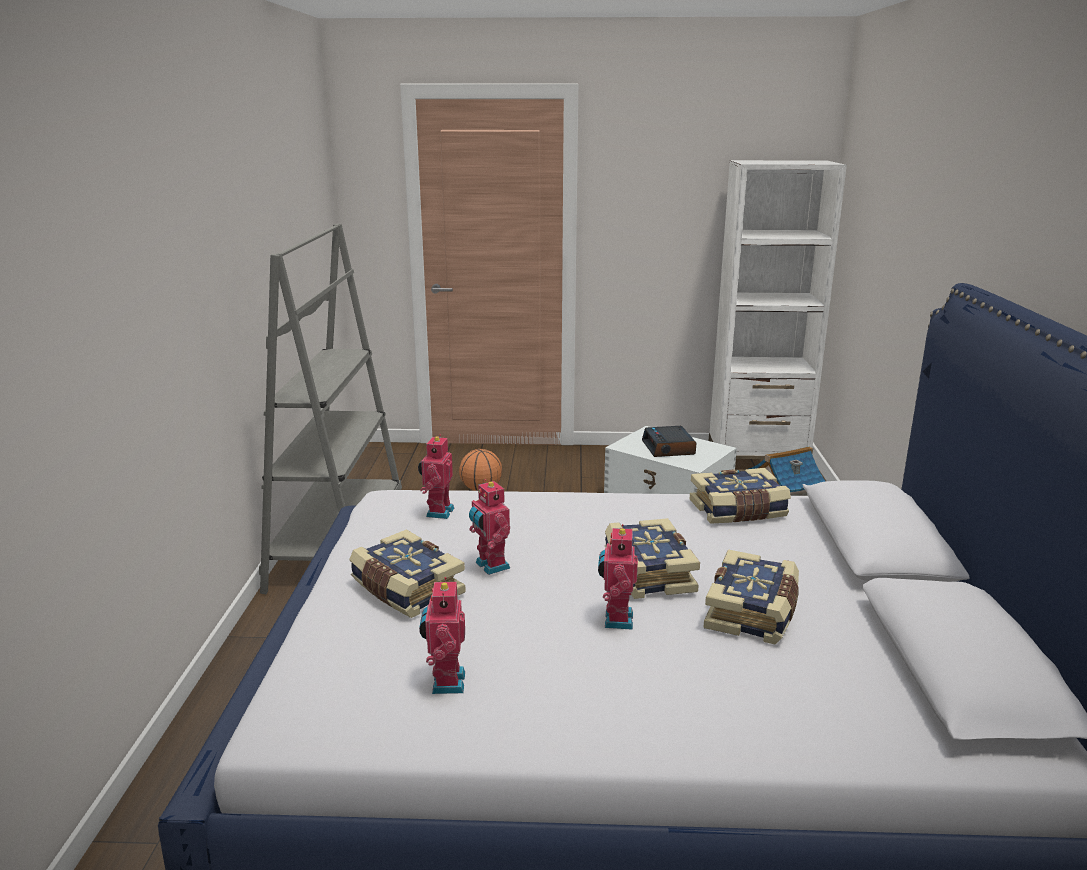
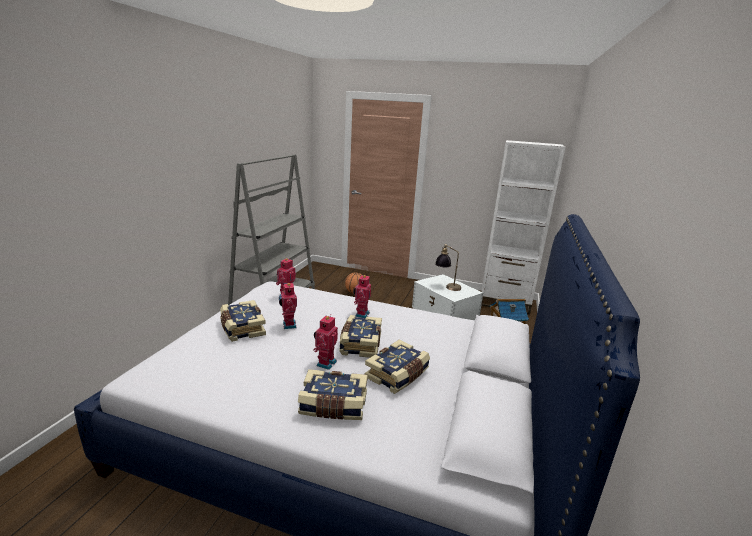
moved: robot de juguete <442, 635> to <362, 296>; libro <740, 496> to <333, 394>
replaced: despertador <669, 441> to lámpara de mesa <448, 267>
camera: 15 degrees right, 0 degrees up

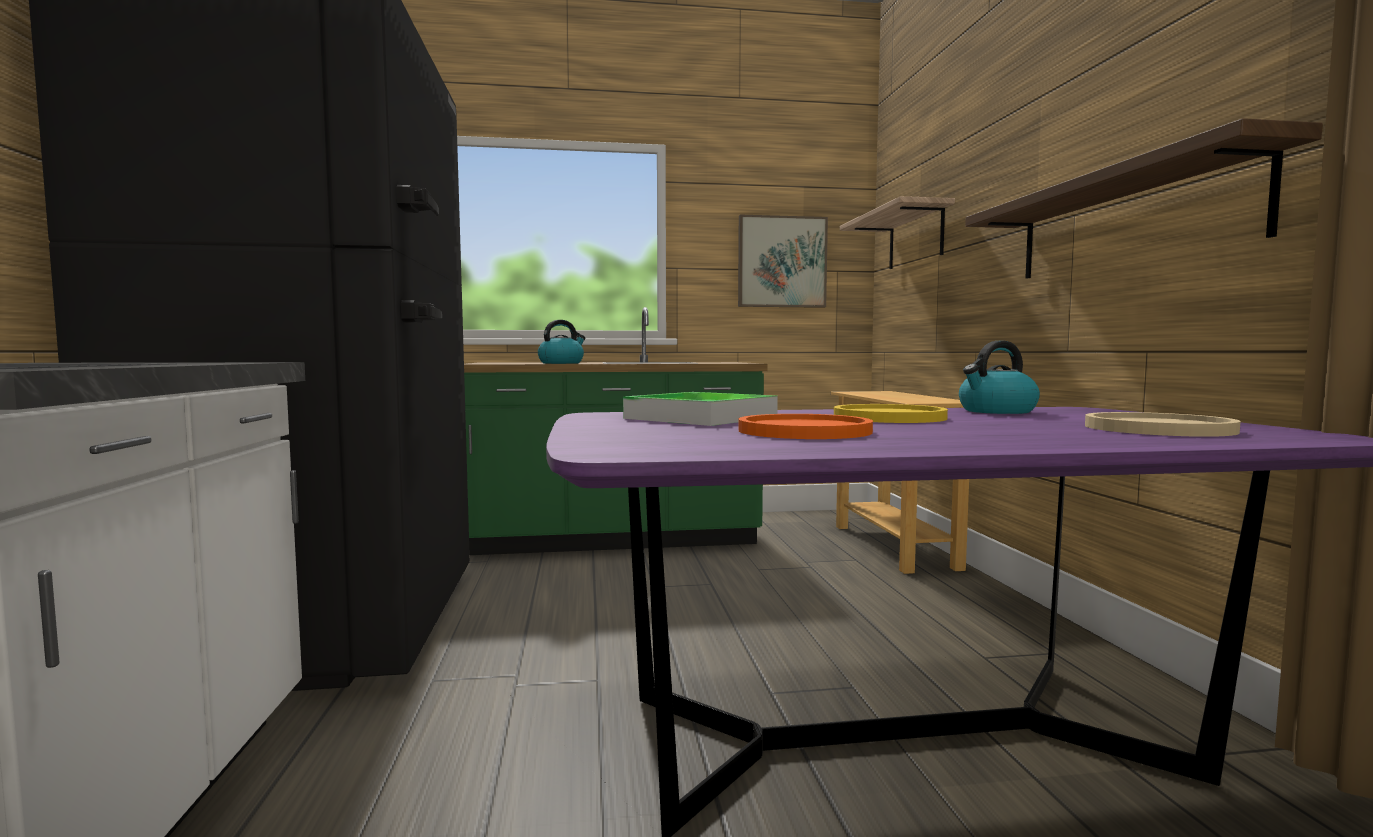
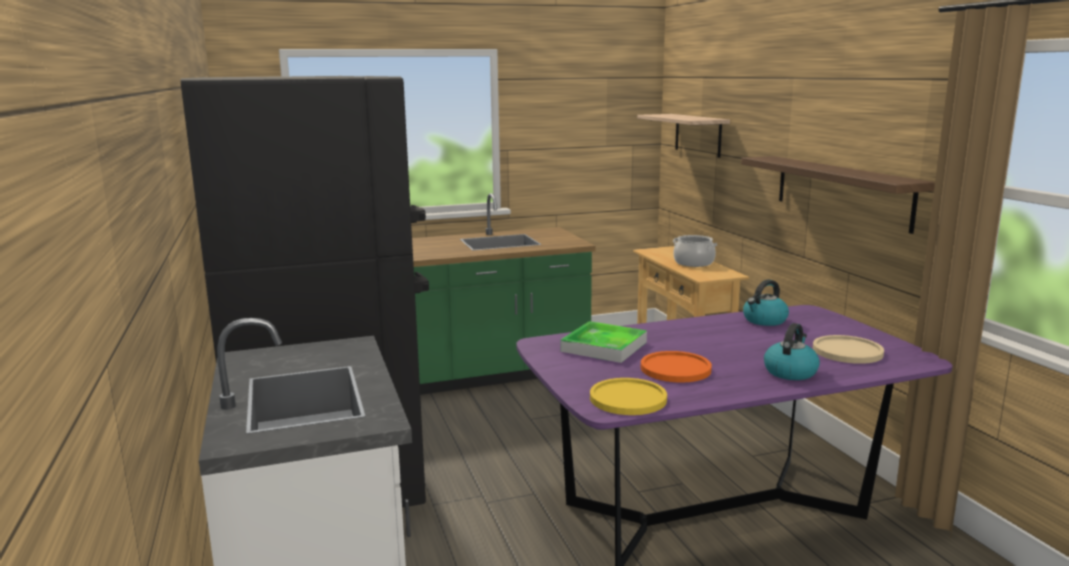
removed: cuadro <783, 261>
added: olla <695, 251>
moved: hervidor <561, 342> to <792, 351>; plato [amarillo] <891, 413> to <628, 396>
camera: 10 degrees left, 10 degrees up

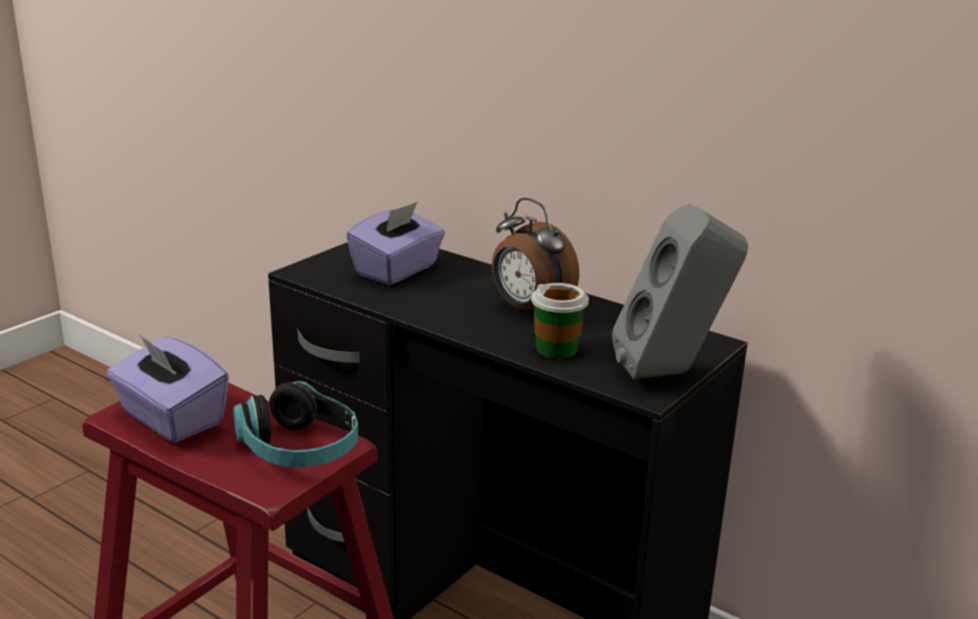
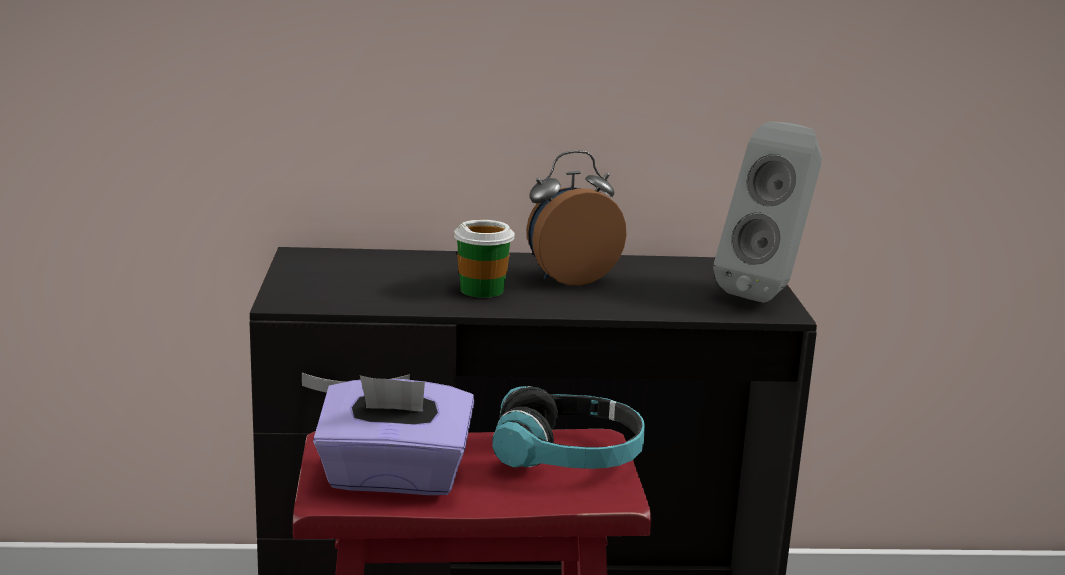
removed: caja de pañuelos [morado] <395, 243>
moved: taza <560, 321> to <484, 259>
turned: despertador <535, 254> = <576, 218> 150 degrees clockwise
camera: 40 degrees left, 5 degrees down

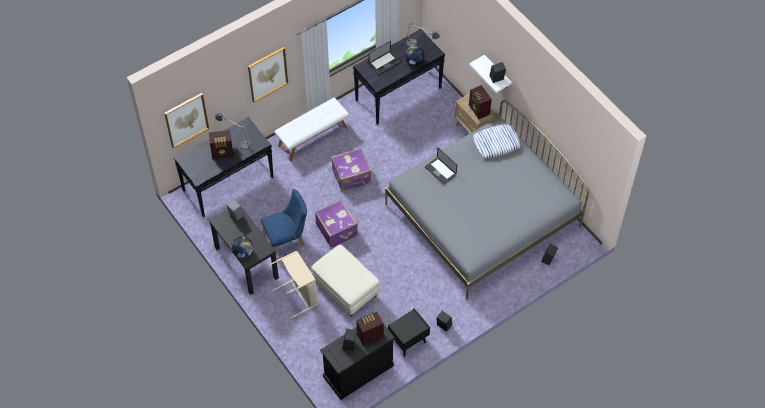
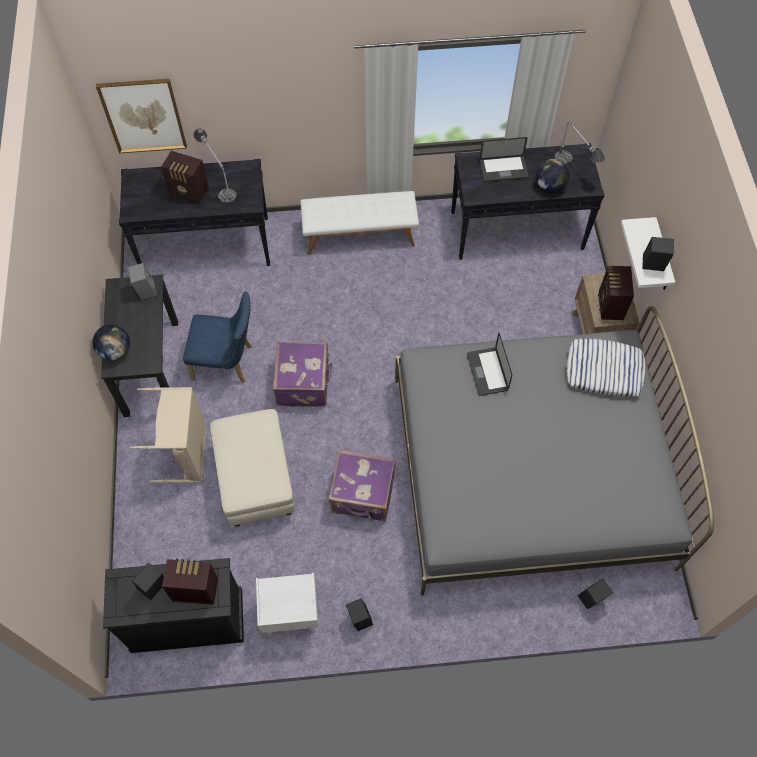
removed: cuadro <268, 74>
moved: maleta [morado] <351, 169> to <362, 485>
recoloured: mesita de noche [negro] <409, 332> to mesita de noche [blanco] <287, 604>
camera: 30 degrees right, 5 degrees up

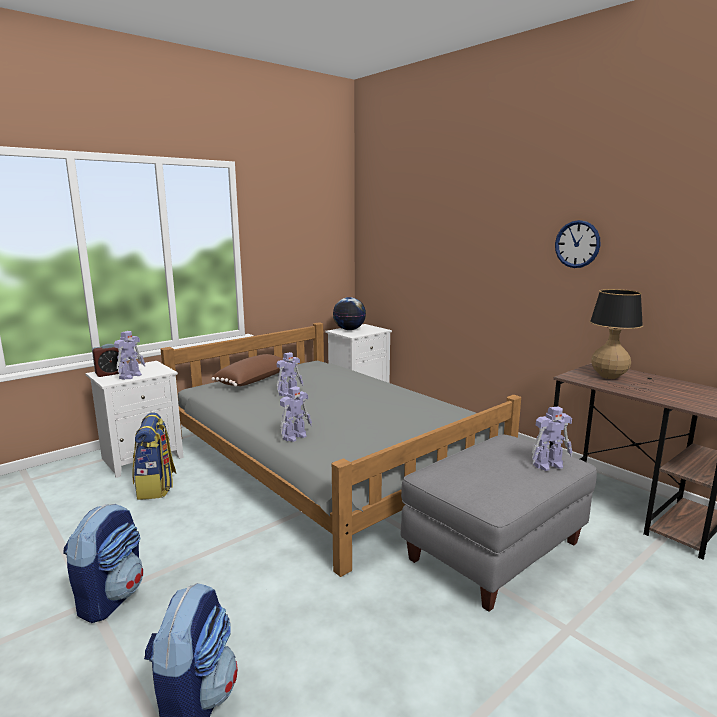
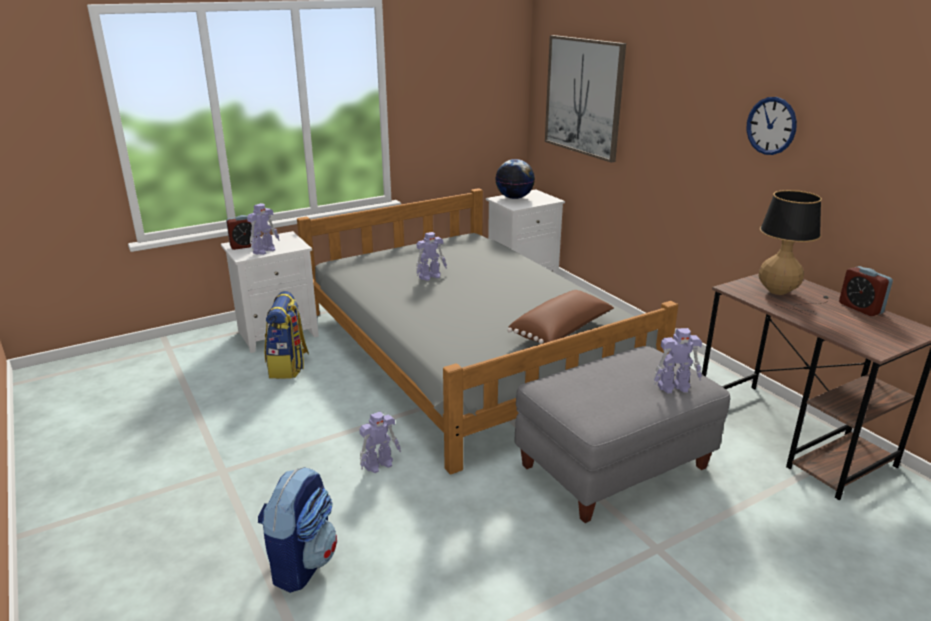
removed: mochila <103, 563>
added: cuadro <585, 99>; despertador <866, 291>
moved: cojín [marrón] <248, 370> to <560, 317>; robot de juguete <296, 414> to <380, 442>
camera: 10 degrees right, 10 degrees up

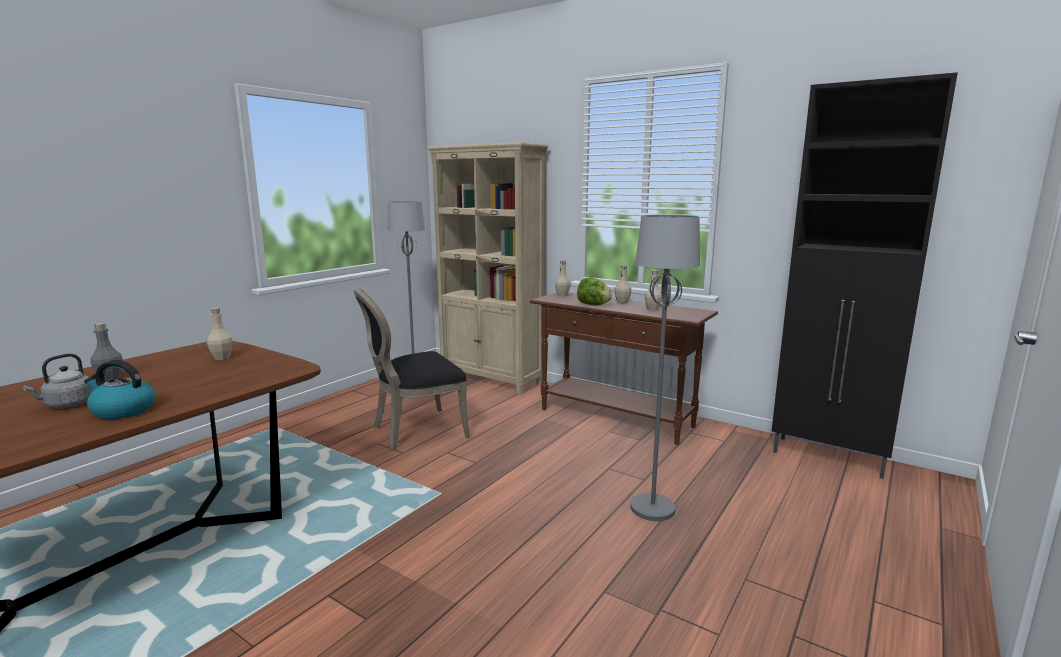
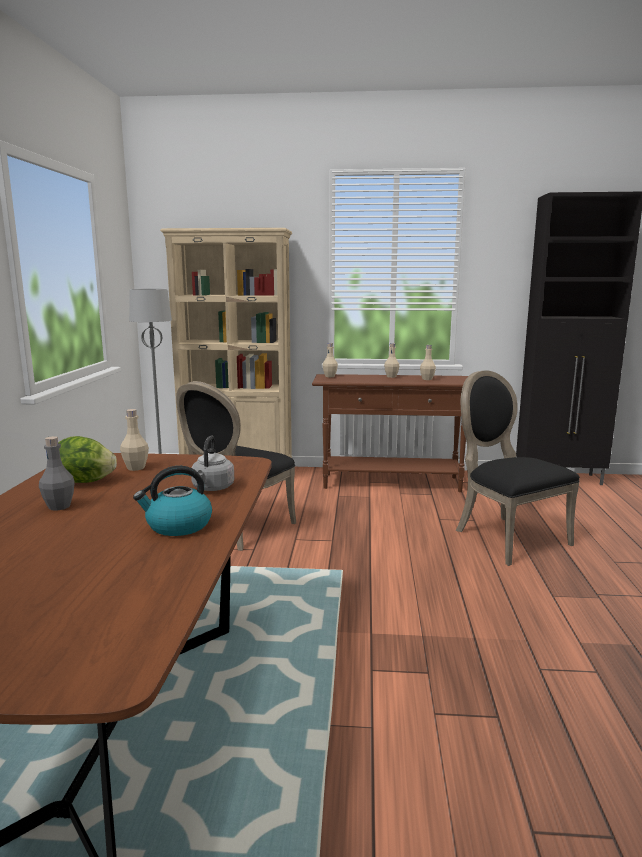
moved: hervidor [gris] <57, 381> to <212, 463>; lechuga <594, 291> to <88, 459>
replaced: lámpara de pie [gris] <665, 368> to silla [negro] <518, 468>
camera: 30 degrees left, 0 degrees up

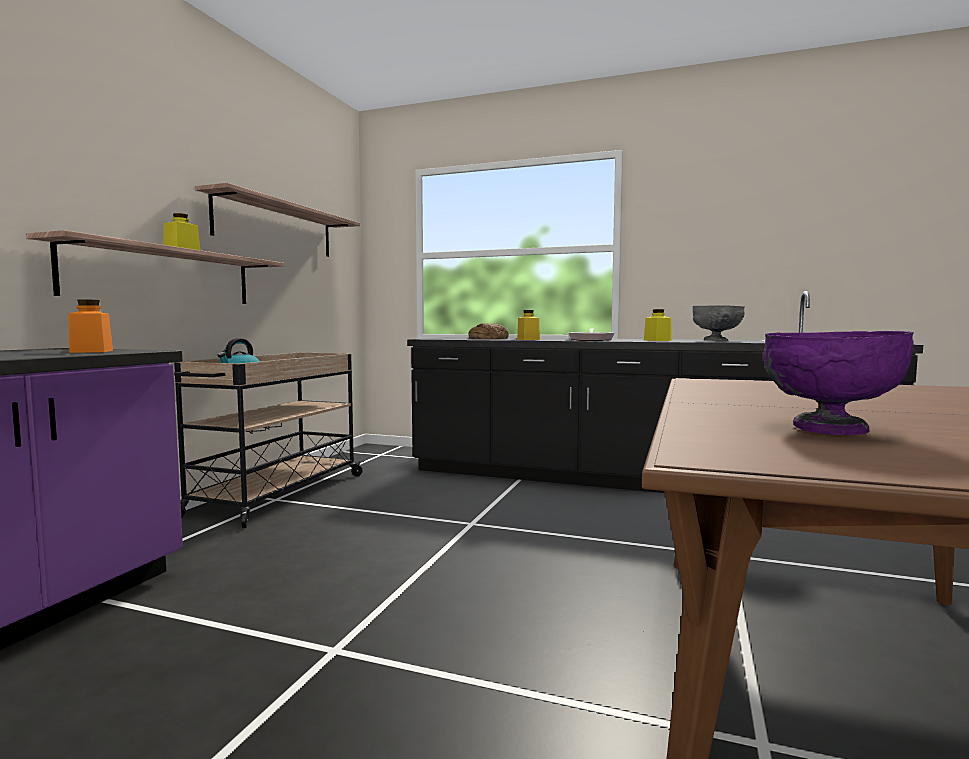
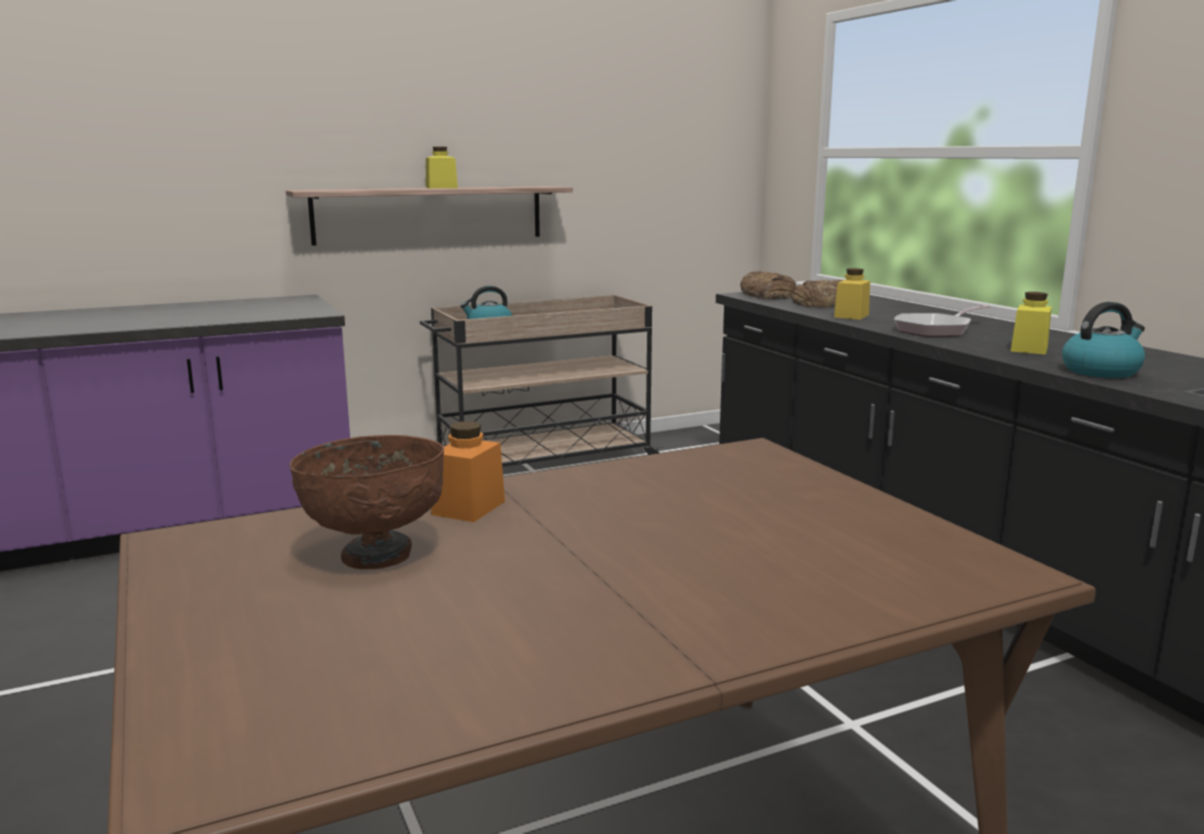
removed: estante <277, 220>
added: pan <768, 285>
moved: tarro [naranja] <90, 326> to <468, 471>
replaced: cuenco [gris] <719, 323> to hervidor <1103, 340>
recoloured: cuenco [morado] <838, 383> to cuenco [marrón] <366, 502>
camera: 45 degrees right, 10 degrees up

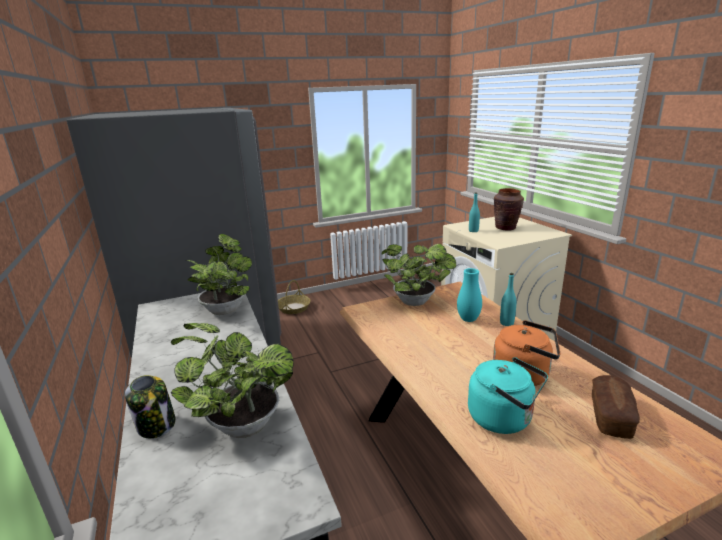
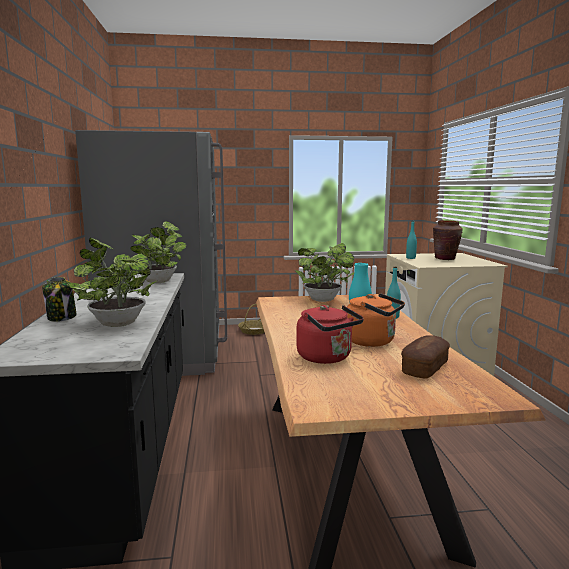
recoloured: hervidor [turquesa] <508, 395> to hervidor [rojo] <330, 334>
camera: 15 degrees right, 10 degrees down

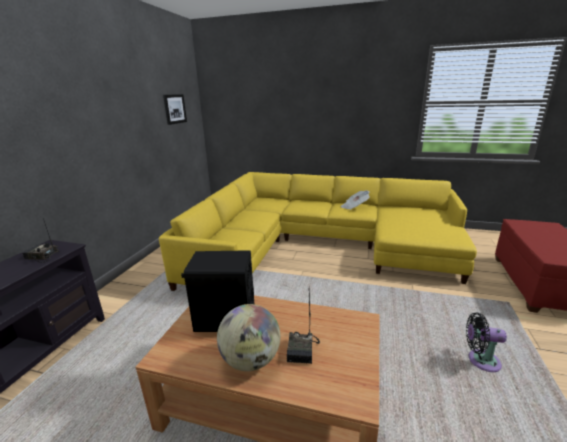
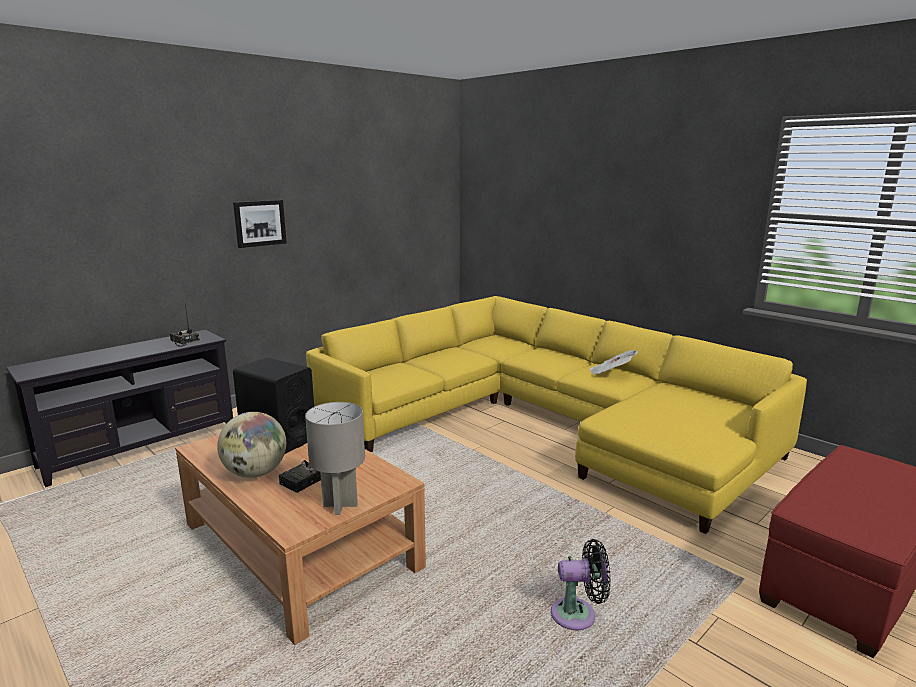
added: lámpara de mesa [gris] <335, 458>
moved: cuadro <175, 109> to <260, 224>
turned: ventilador [negro] <486, 342> = <581, 584> 135 degrees clockwise
camera: 30 degrees right, 5 degrees down

